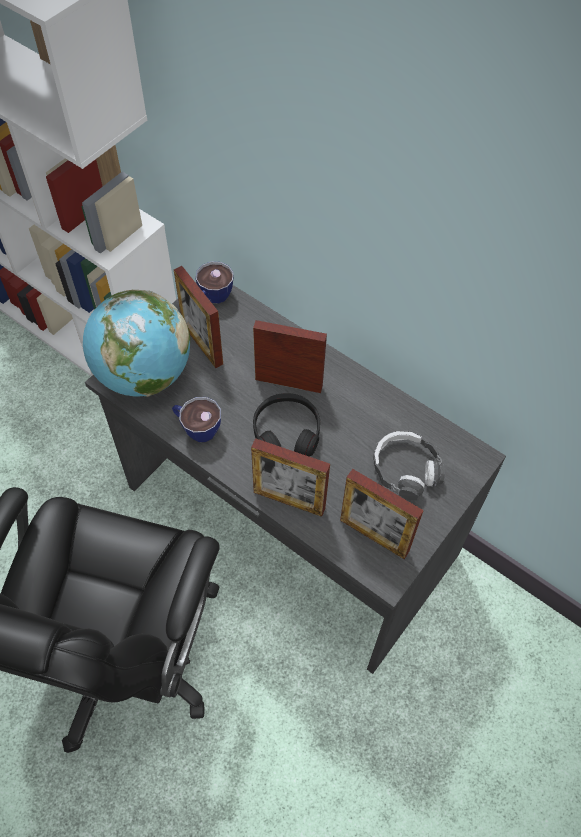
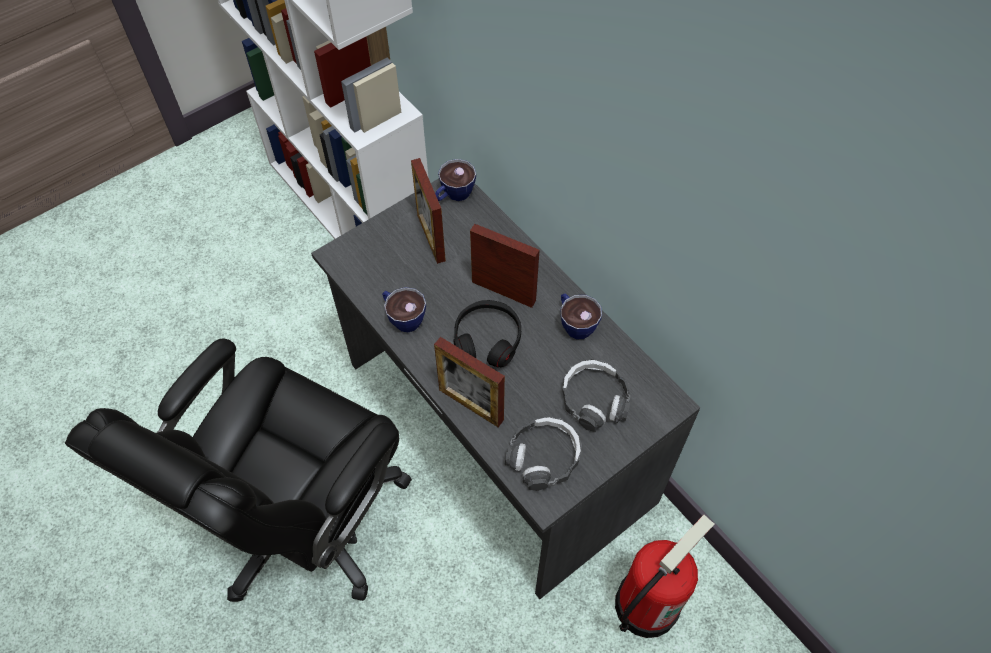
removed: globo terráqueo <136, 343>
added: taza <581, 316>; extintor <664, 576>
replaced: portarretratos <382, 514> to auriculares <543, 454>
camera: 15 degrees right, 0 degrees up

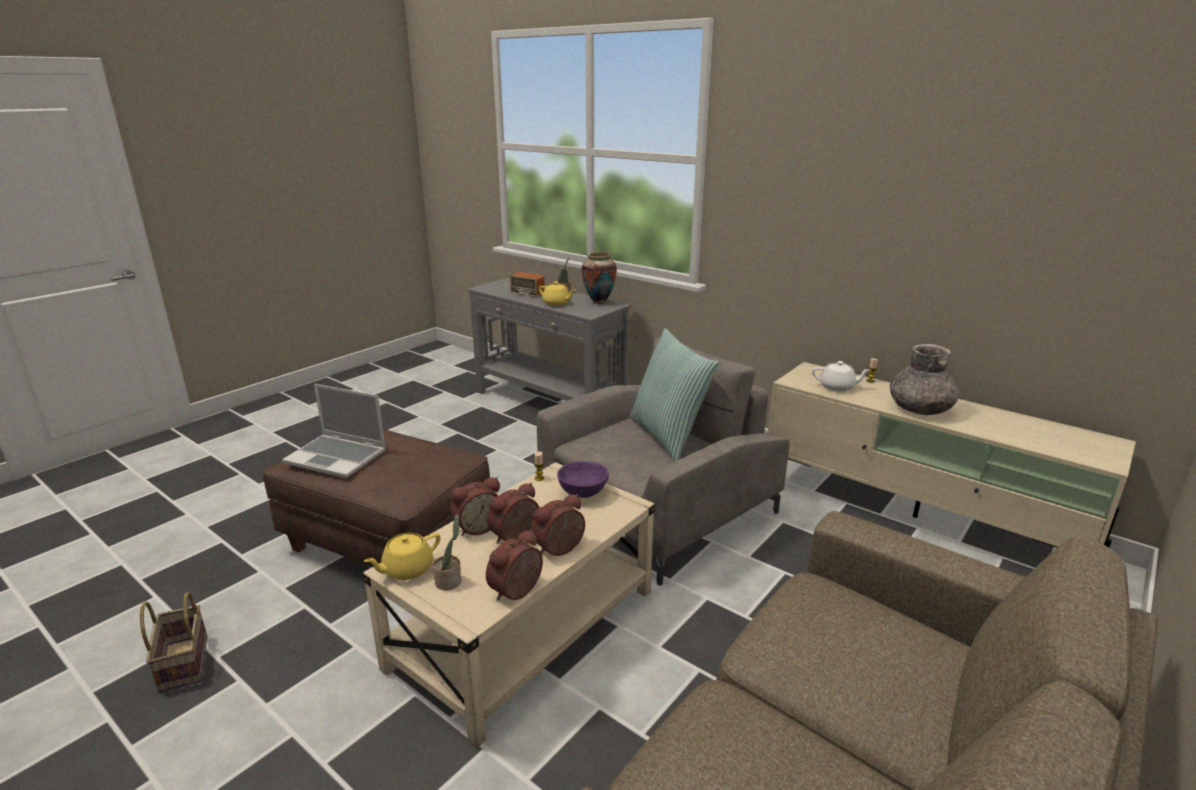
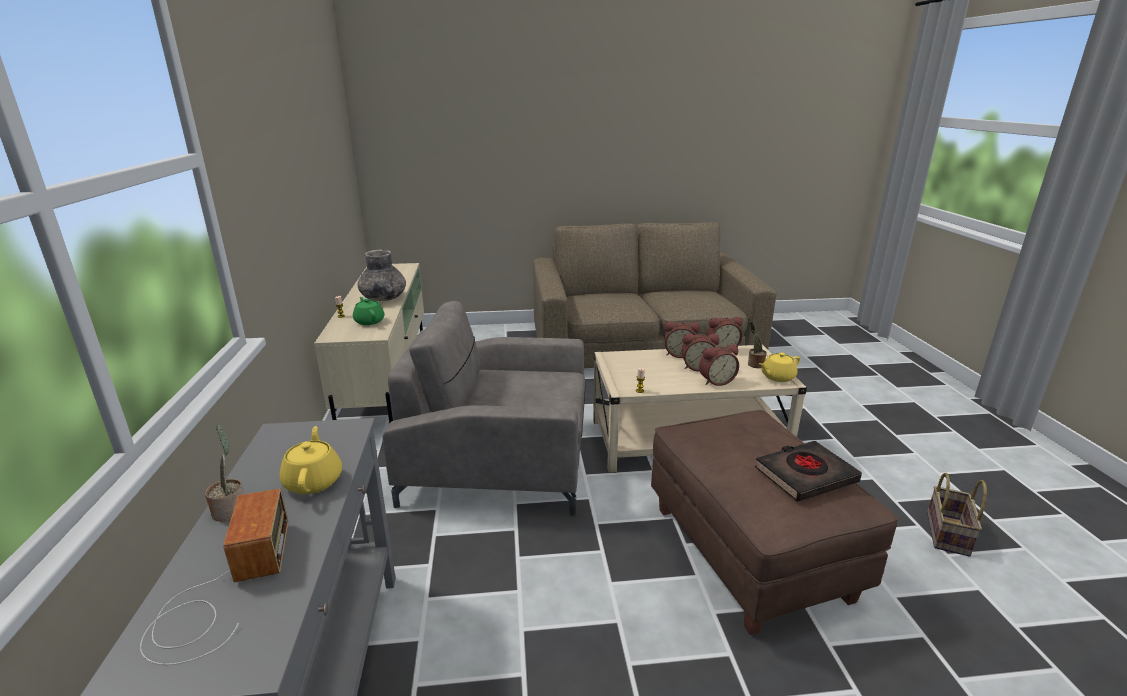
removed: cuenco [morado] <583, 479>; florero <599, 278>; cojín <674, 394>
replaced: portátil <334, 431> to libro [negro] <808, 471>
recoloured: tetera [blanco] <841, 376> to tetera [verde] <369, 311>
turned: tetera [amarillo] <402, 556> = <779, 367> 150 degrees clockwise; despertador <475, 506> = <719, 365> 150 degrees clockwise
camera: 135 degrees left, 0 degrees up

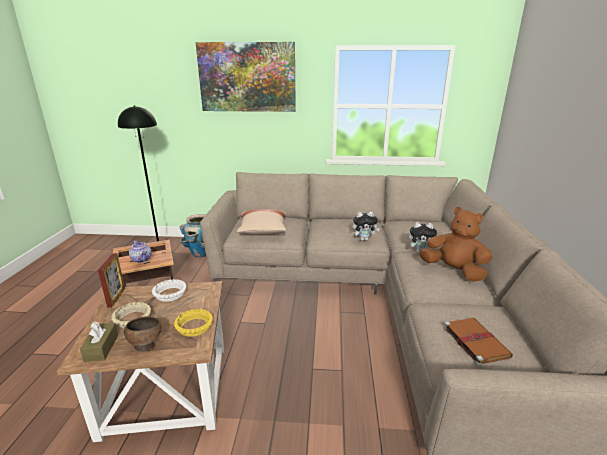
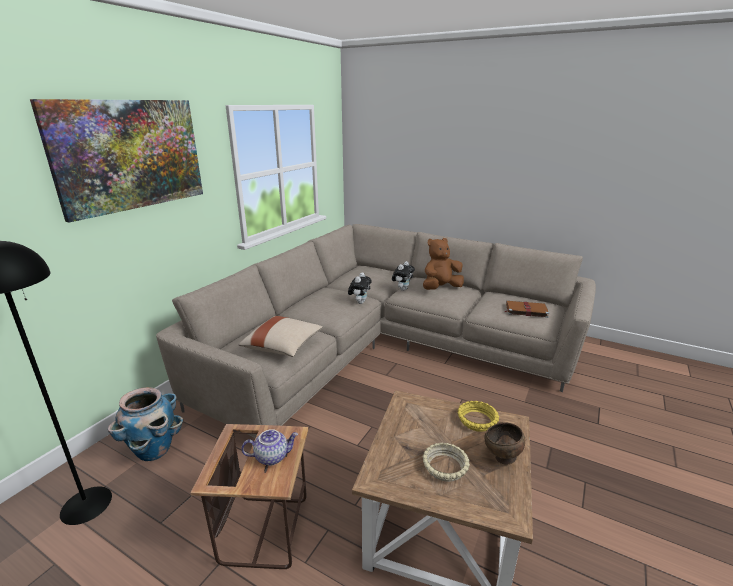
removed: caja de pañuelos [marrón] <99, 341>; portarretratos <111, 280>; cuenco [blanco] <169, 290>
camera: 65 degrees left, 0 degrees up

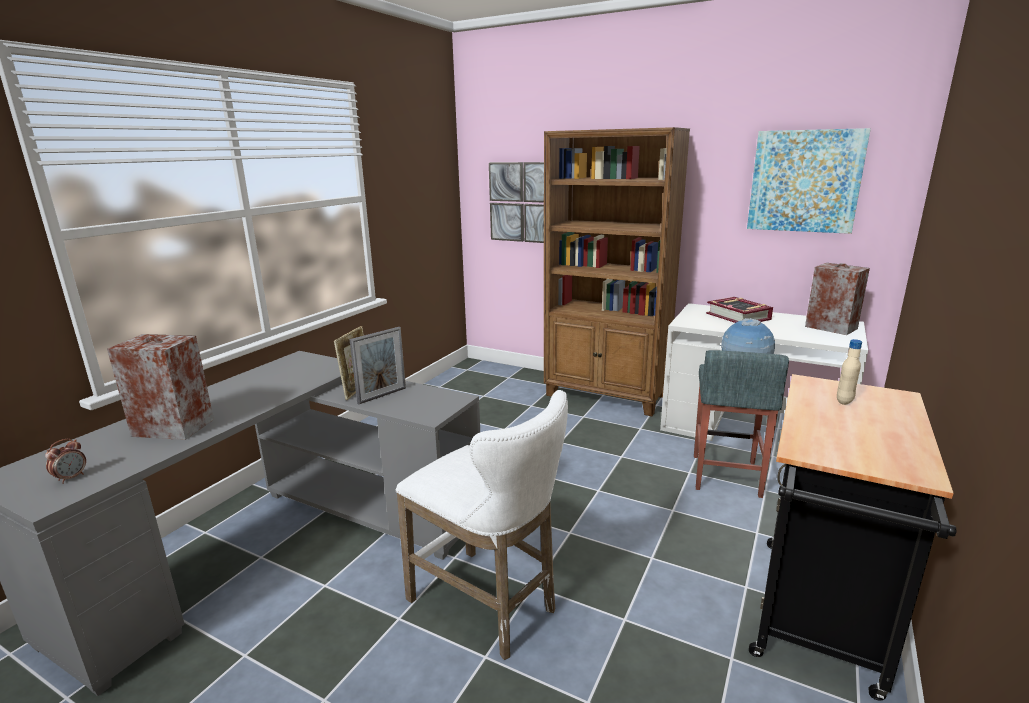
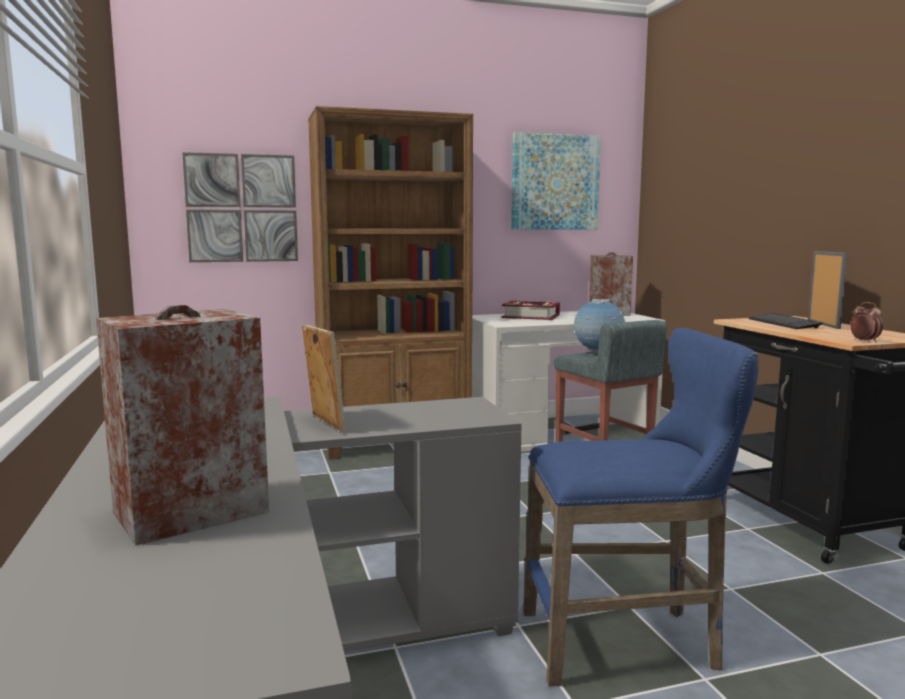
moved: despertador <65, 461> to <867, 322>; portarretratos <378, 365> to <828, 290>
replaced: botella [beis] <849, 372> to teclado <785, 321>
recoloured: taburete [blanco] <482, 525> to taburete [azul] <641, 507>
camera: 45 degrees left, 10 degrees down

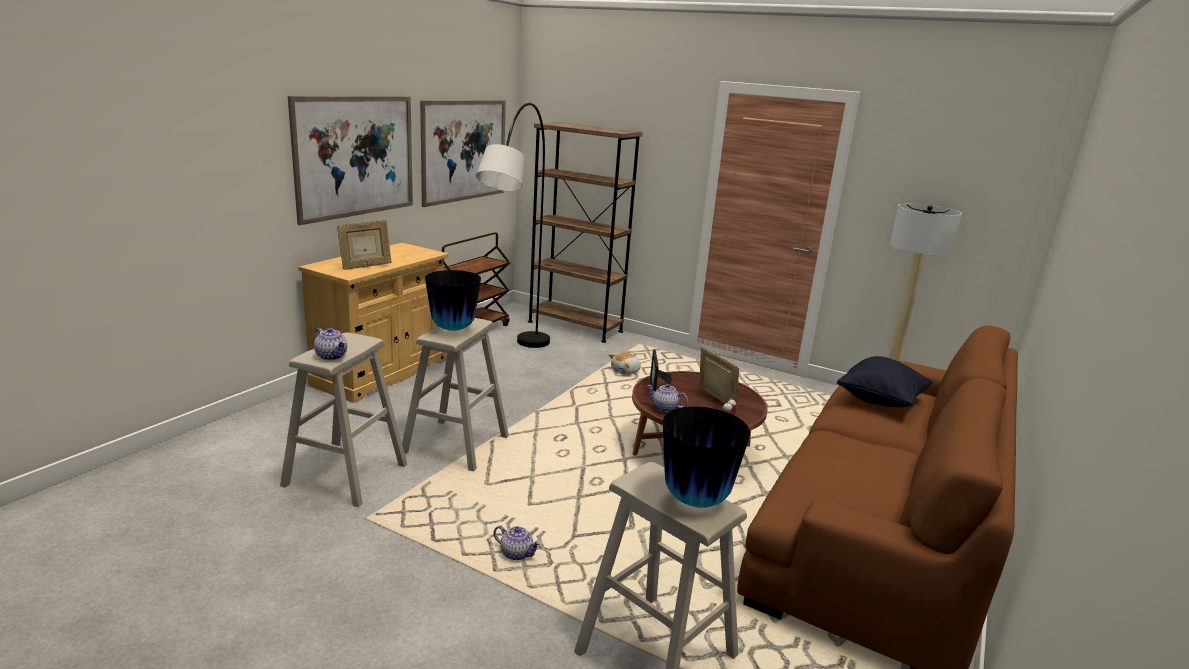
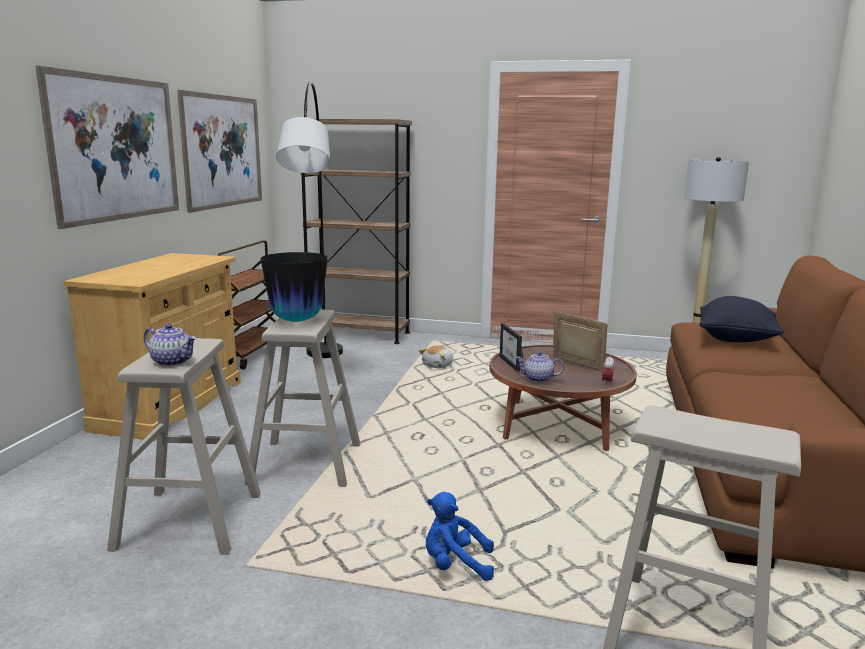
removed: portarretratos <364, 245>; florero <706, 457>
replaced: tetera <517, 542> to peluche [azul] <460, 536>
camera: 15 degrees left, 5 degrees down

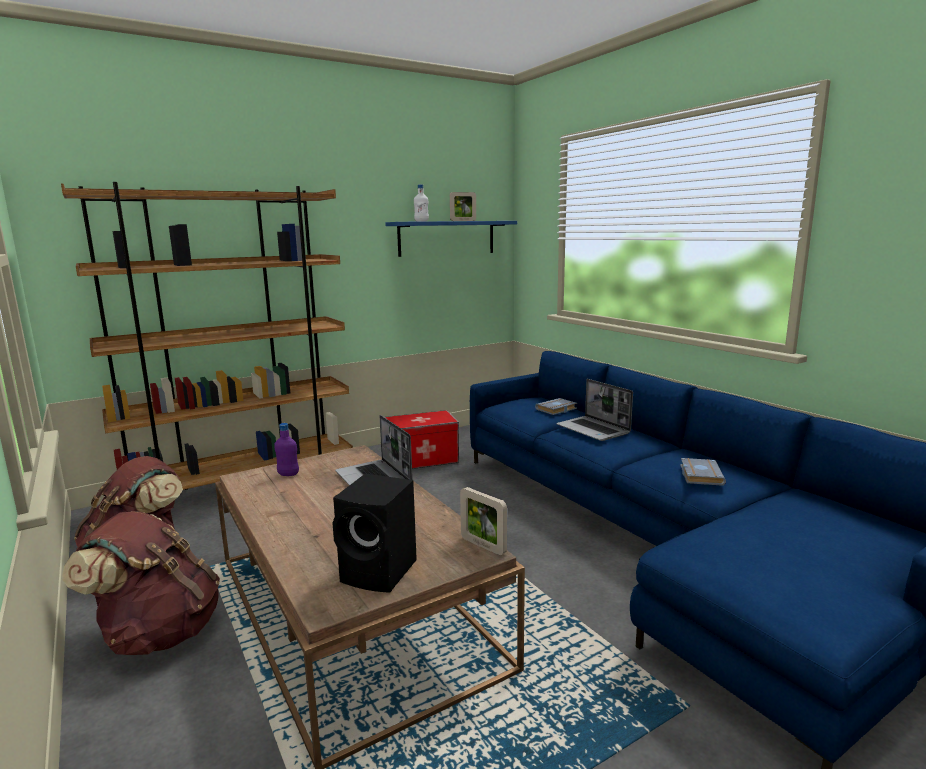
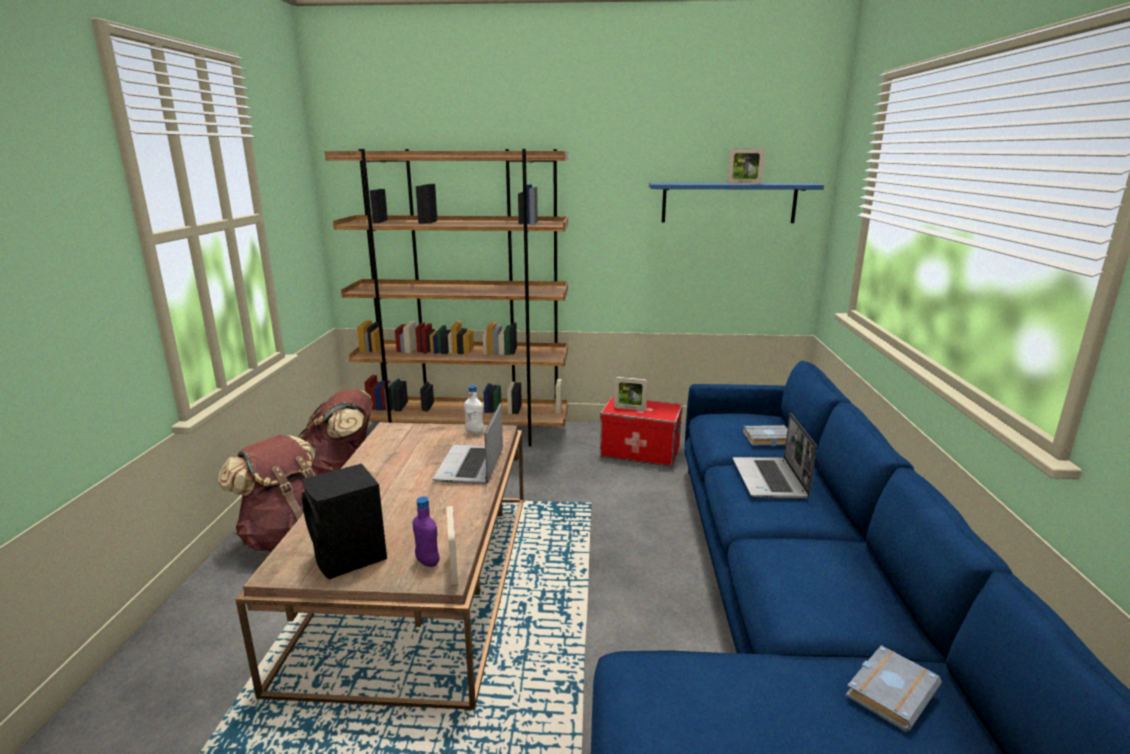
added: portarretratos <630, 393>
moved: botella [morado] <286, 449> to <426, 532>; botella [blanco] <421, 203> to <474, 409>; libro [gris] <703, 472> to <893, 688>
camera: 35 degrees right, 5 degrees up

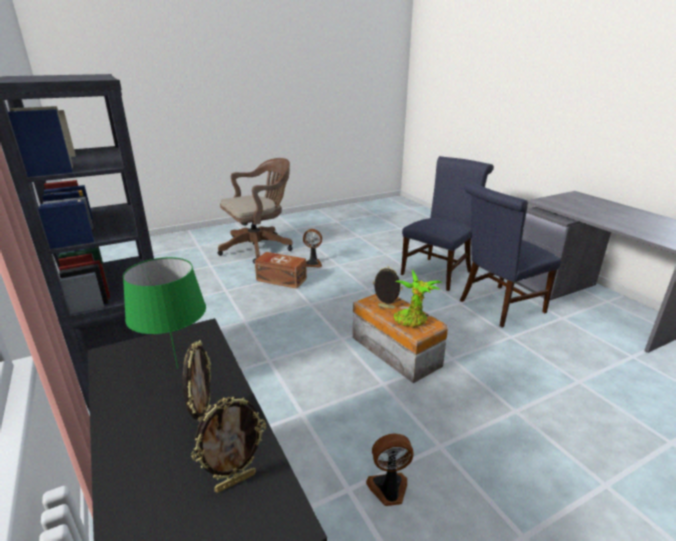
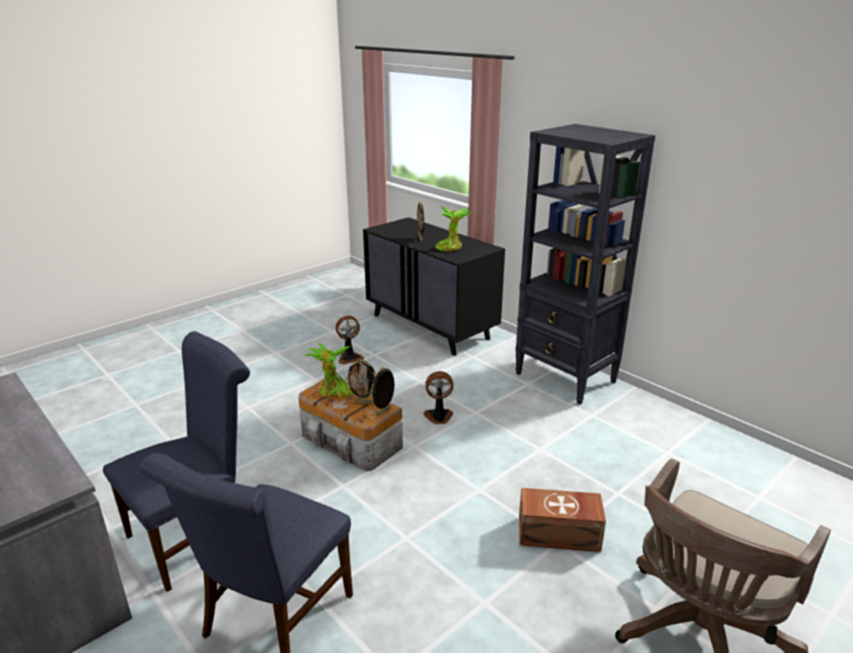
moved: portarretratos <228, 445> to <382, 391>; ventilador <312, 248> to <438, 397>
replaced: lámpara de mesa [verde] <164, 312> to planta en maceta <453, 229>
camera: 165 degrees right, 0 degrees up

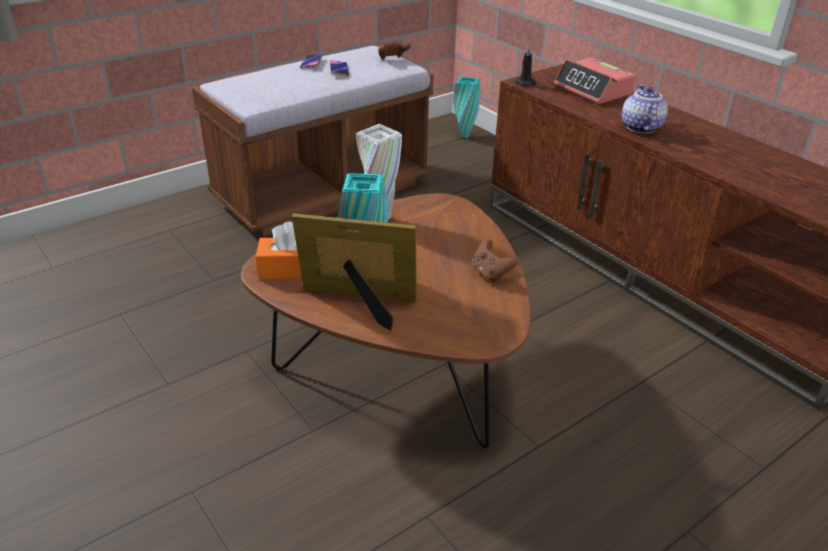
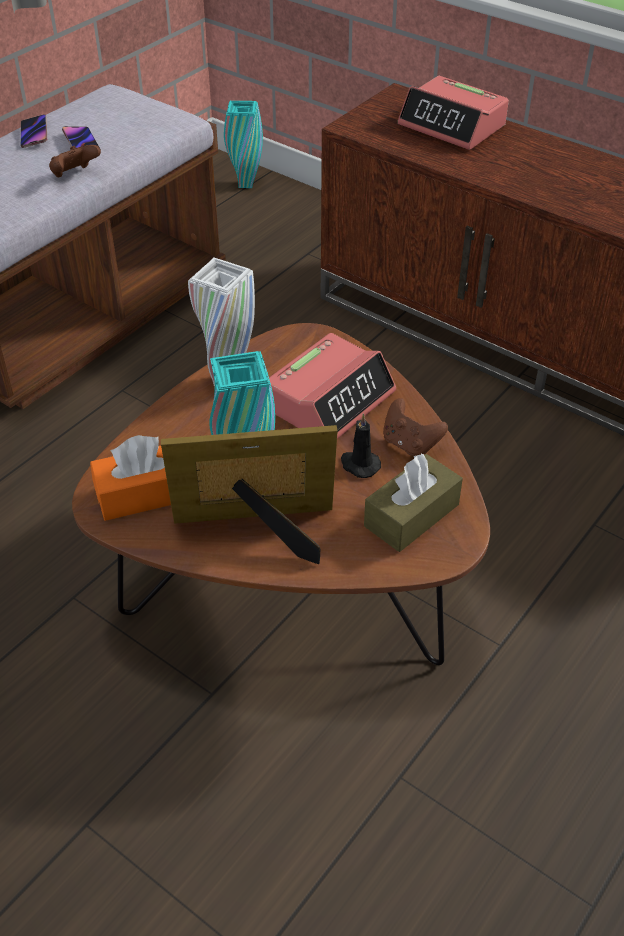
removed: tetera <645, 109>
added: despertador <332, 386>; caja de pañuelos [marrón] <413, 502>
moved: mando de consola [marrón] <394, 51> to <75, 161>; vela [negro] <525, 66> to <361, 445>
camera: 15 degrees left, 10 degrees up

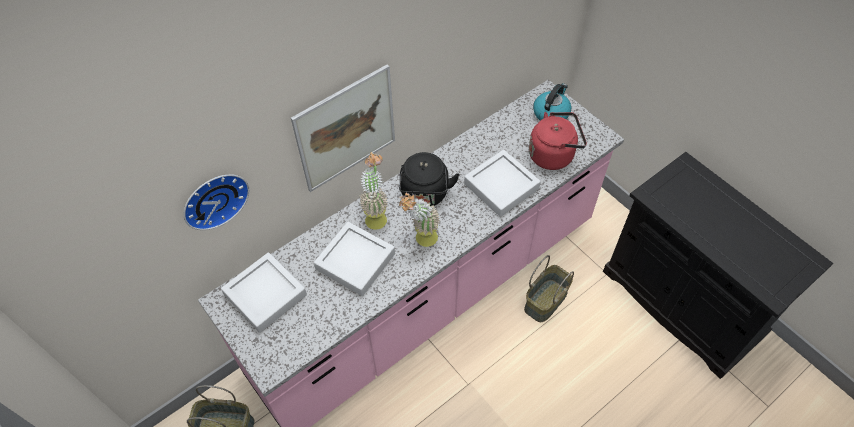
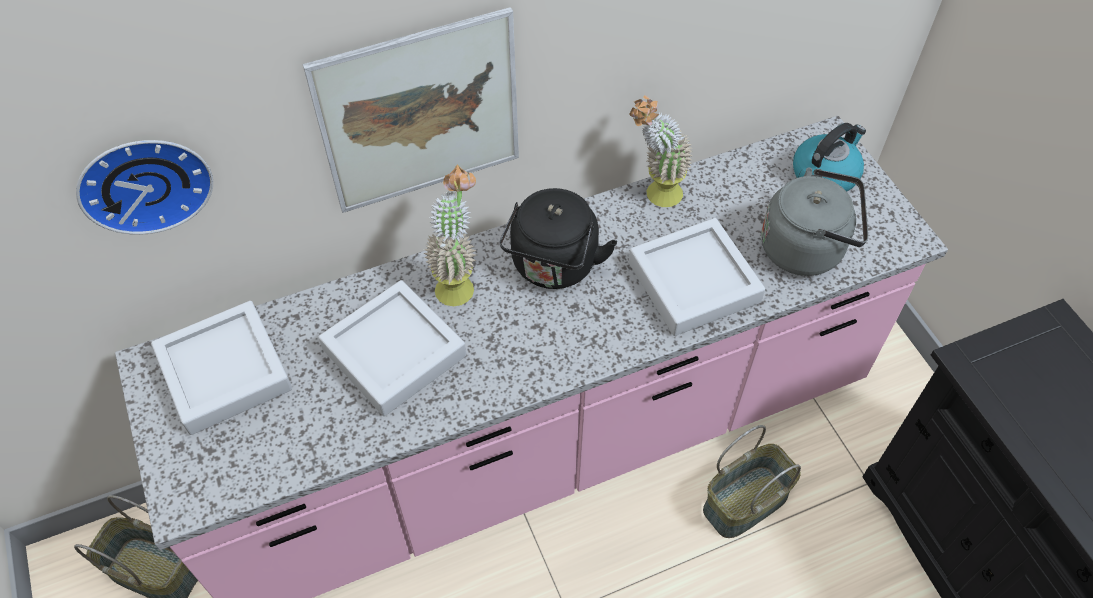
moved: planta en maceta <419, 220> to <660, 151>
recoloured: hervidor [rojo] <558, 141> to hervidor [gris] <814, 222>
camera: 15 degrees right, 0 degrees up

